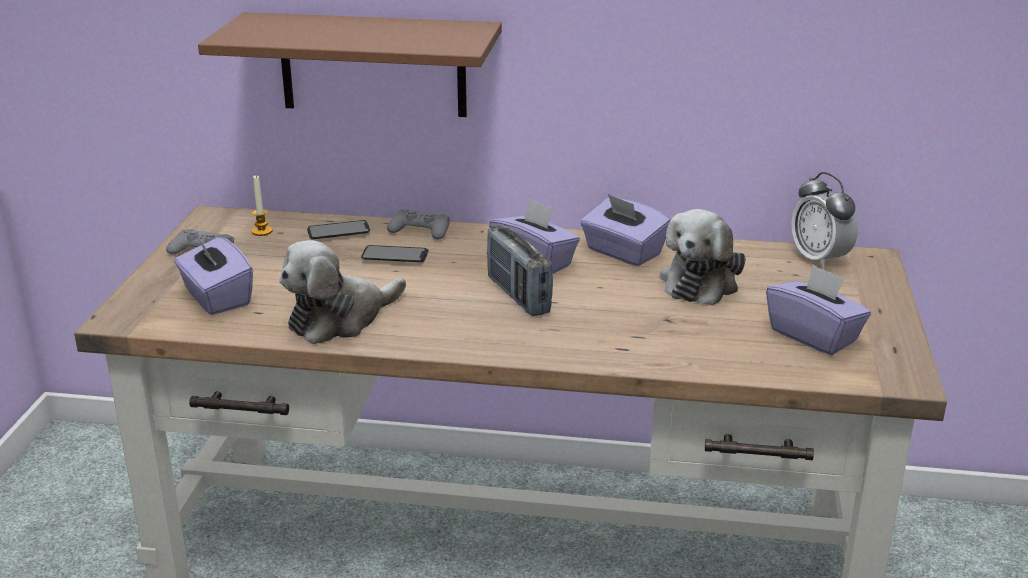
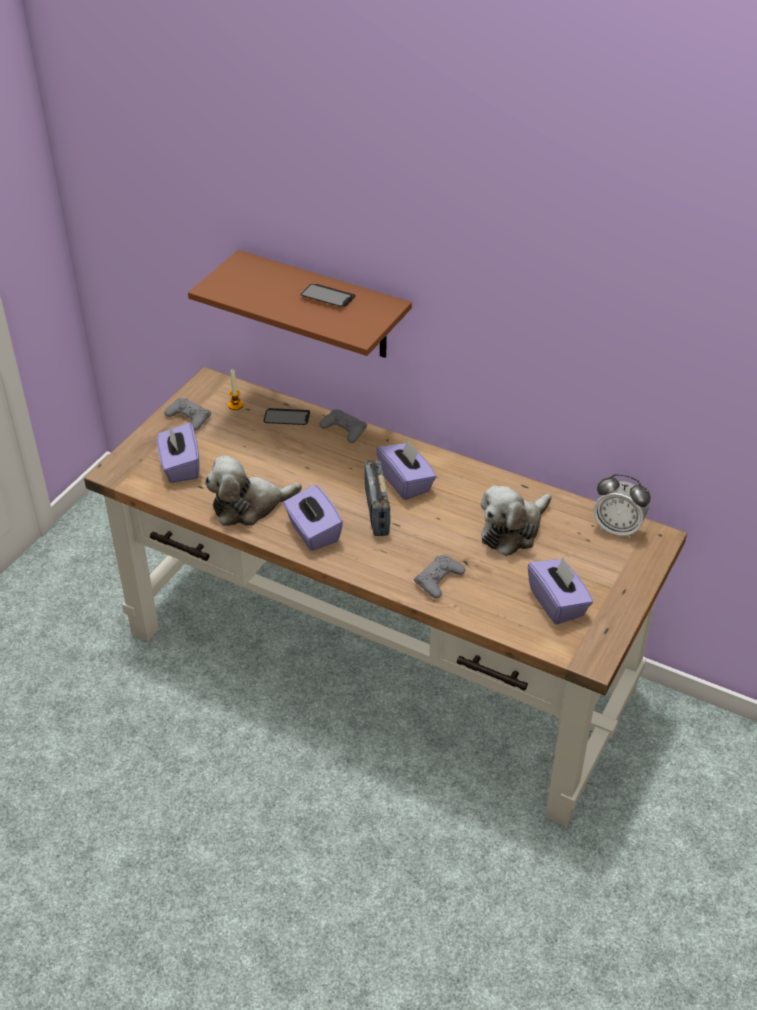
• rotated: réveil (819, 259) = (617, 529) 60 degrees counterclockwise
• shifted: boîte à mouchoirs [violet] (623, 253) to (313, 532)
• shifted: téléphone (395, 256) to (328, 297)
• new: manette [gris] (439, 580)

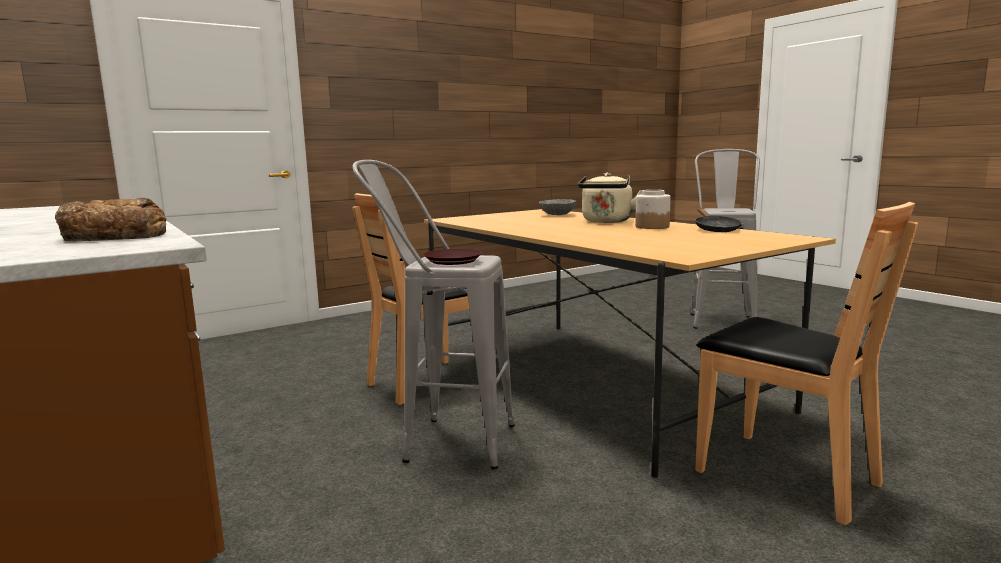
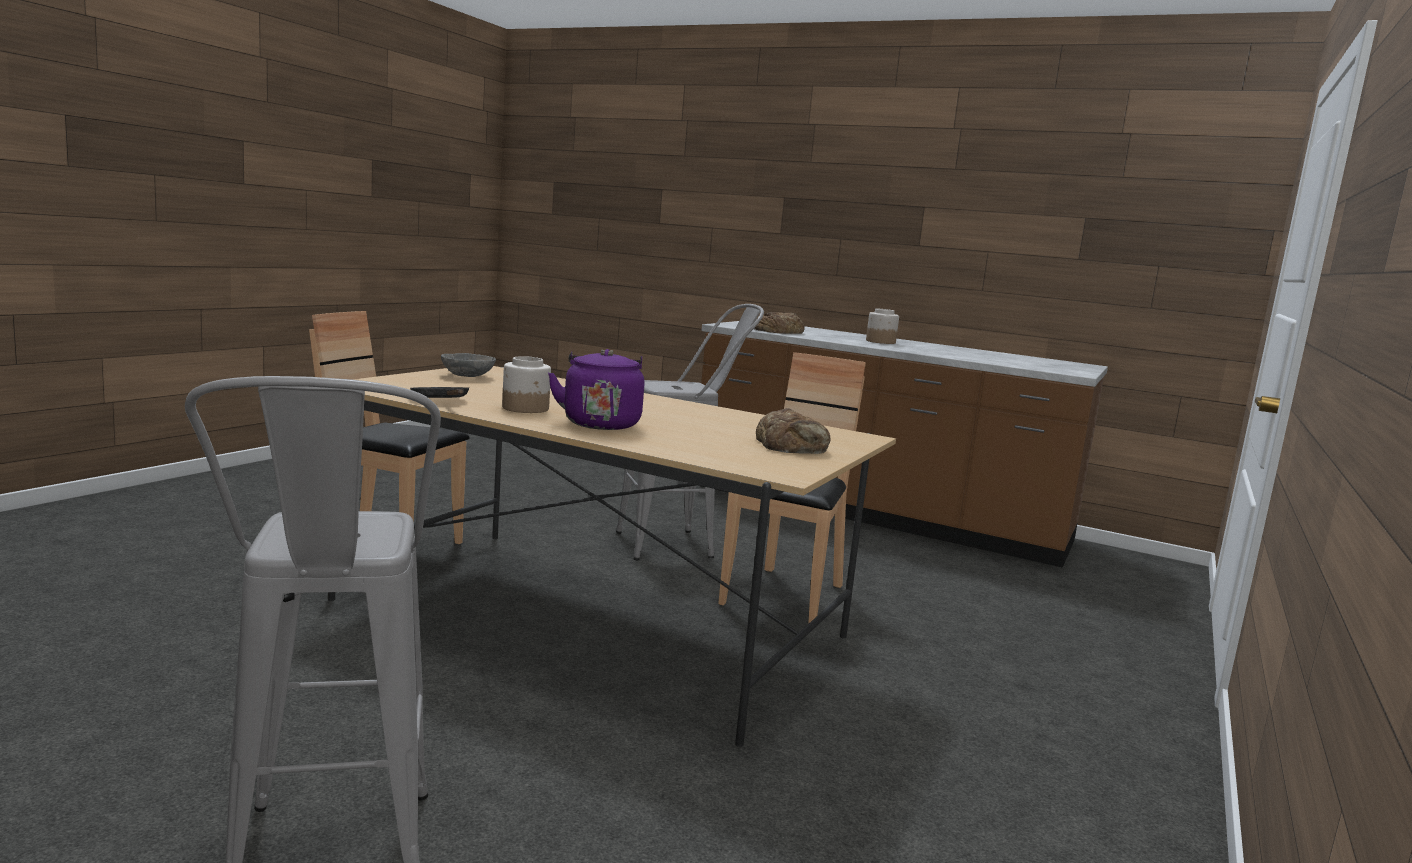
• repainted: bouilloire [beige] (606, 221) to bouilloire [violet] (600, 423)
• shifted: bol [gris] (557, 215) to (468, 376)
• gone: assiette [marron] (453, 261)
• new: bocal (880, 342)
• new: pain (792, 445)

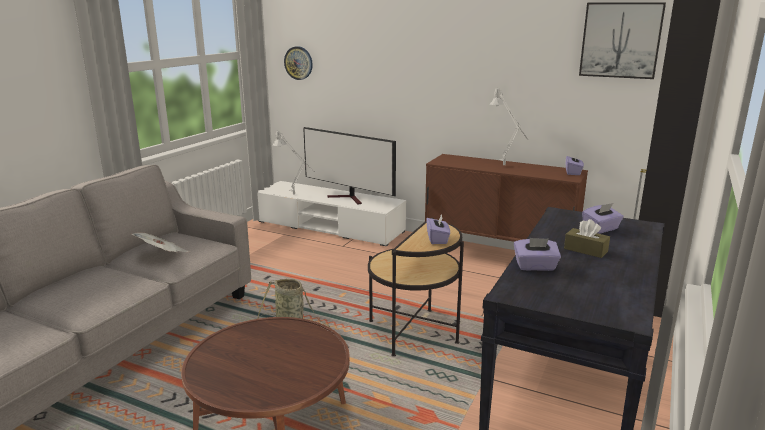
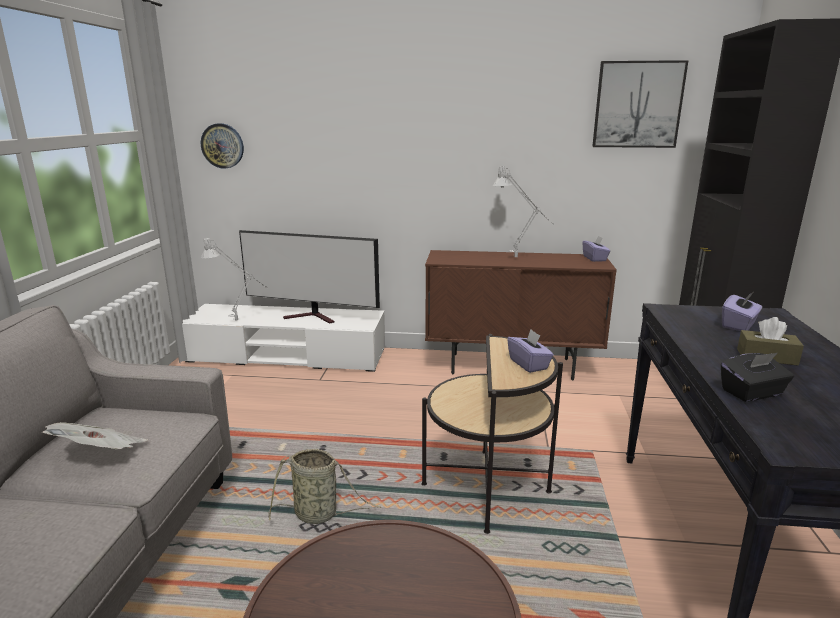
• repainted: boîte à mouchoirs [violet] (535, 266) to boîte à mouchoirs [noir] (752, 393)

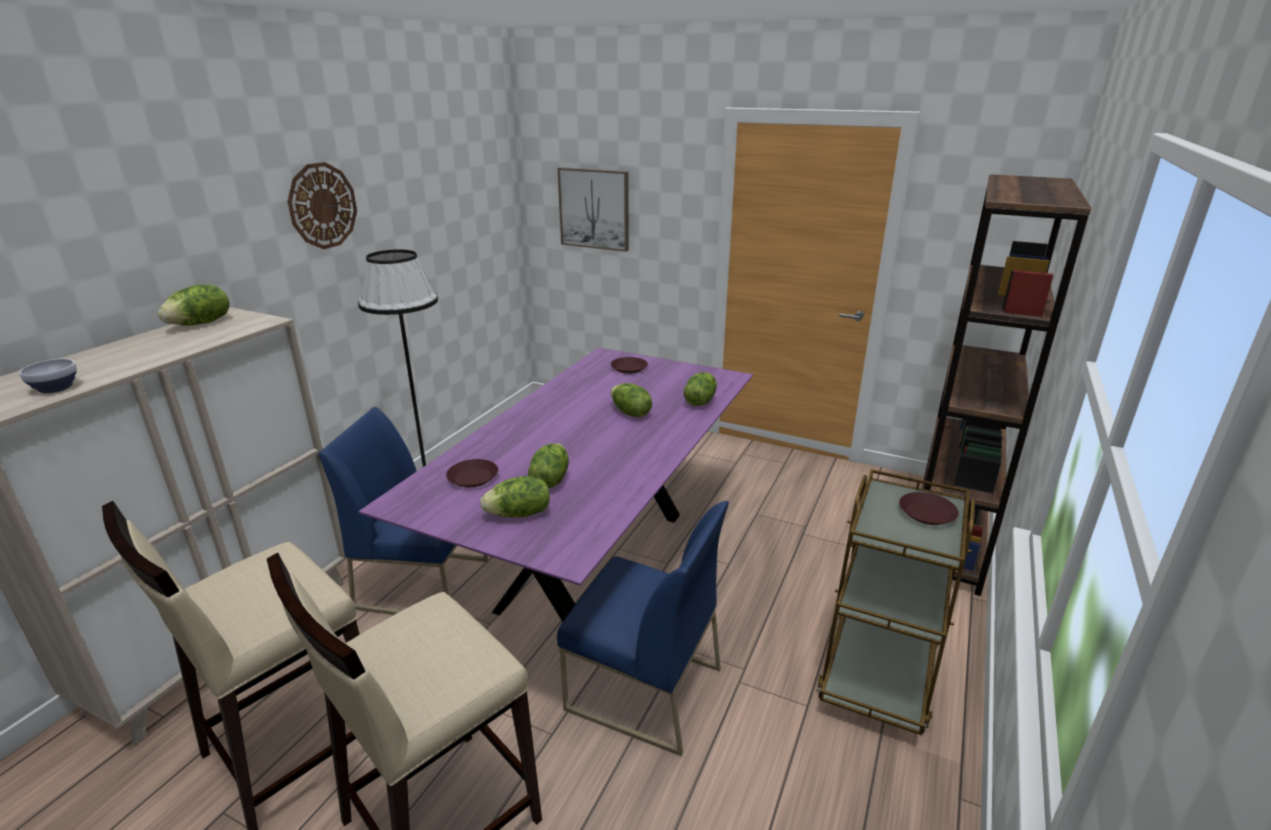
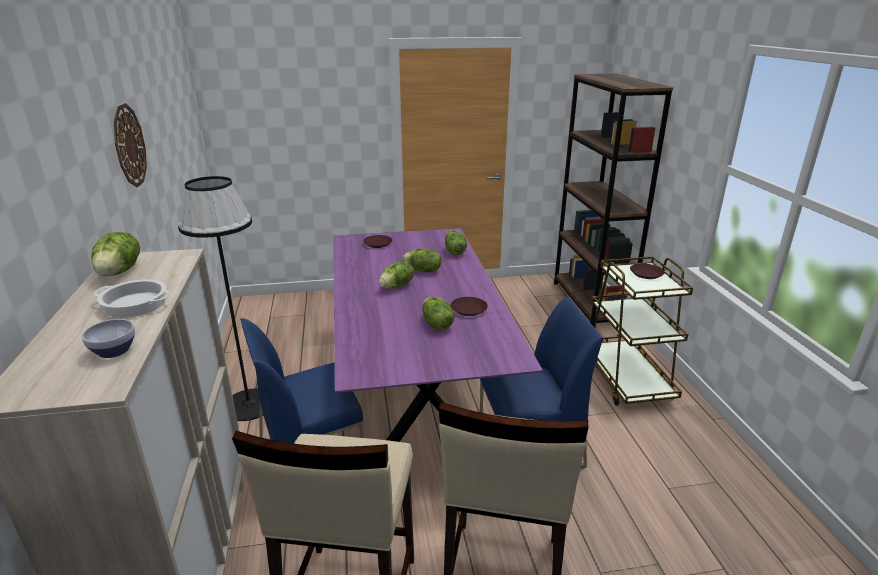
• gone: tableau (594, 209)
• shifted: assiette [marron] (473, 478) to (469, 309)
• shifted: laitue (519, 514) to (397, 286)
• new: marmite (136, 304)

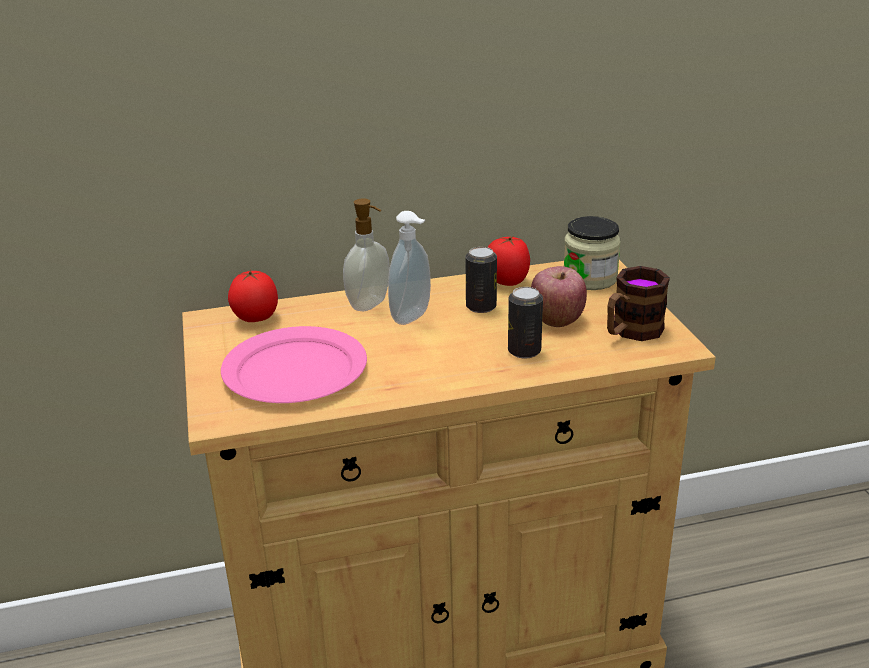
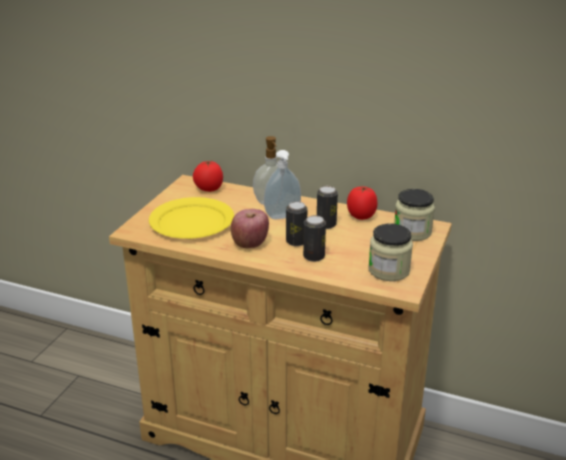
• shifted: pomme (557, 319) to (250, 243)
• swapped: mug (631, 332) to bocal (389, 270)
• repainted: assiette [rose] (295, 370) to assiette [jaune] (192, 222)
• new: boîte métallique (296, 241)

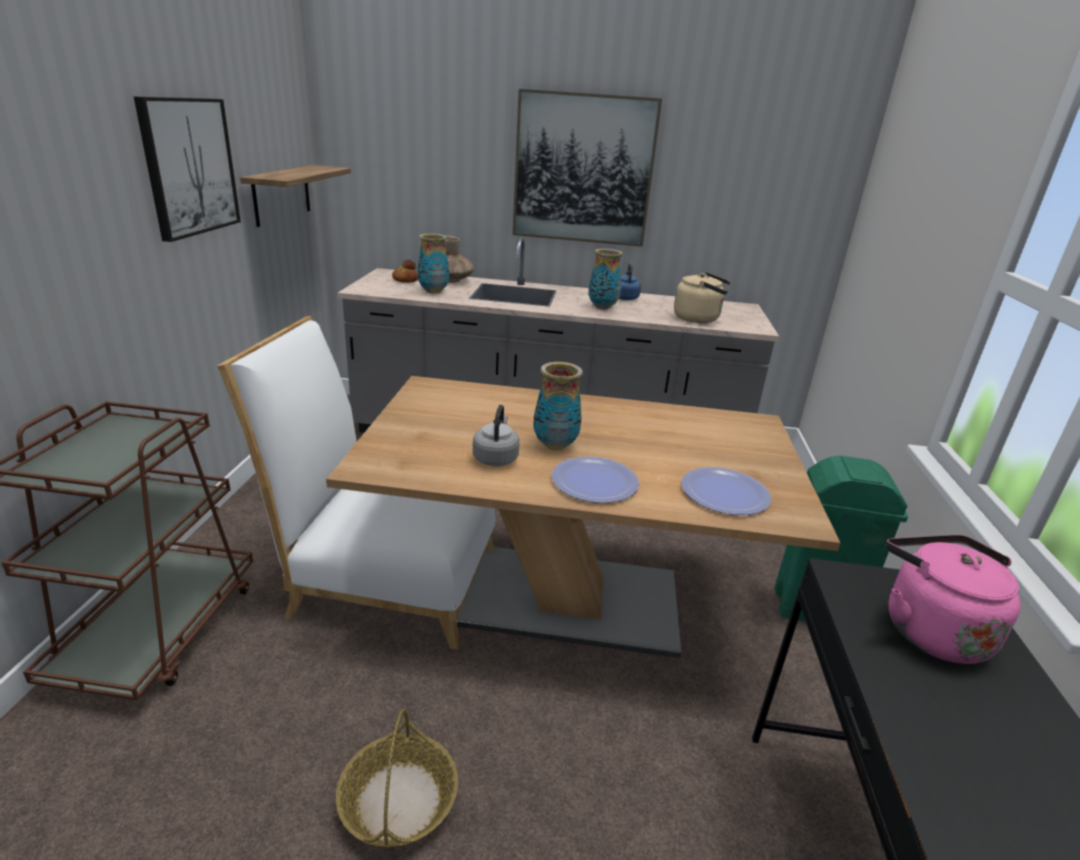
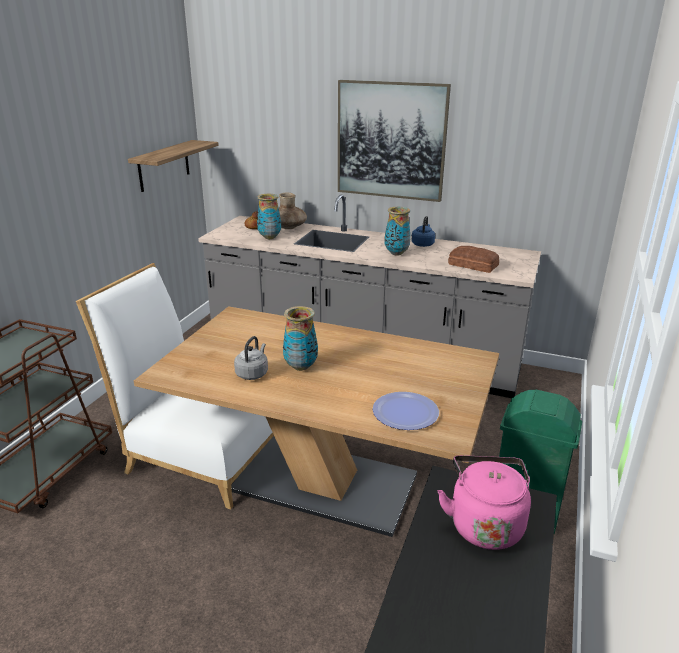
• gone: tableau (189, 167)
• swapped: bouilloire [beige] (699, 319) to pain (473, 265)
• gone: assiette (594, 481)
• gone: panier (398, 800)

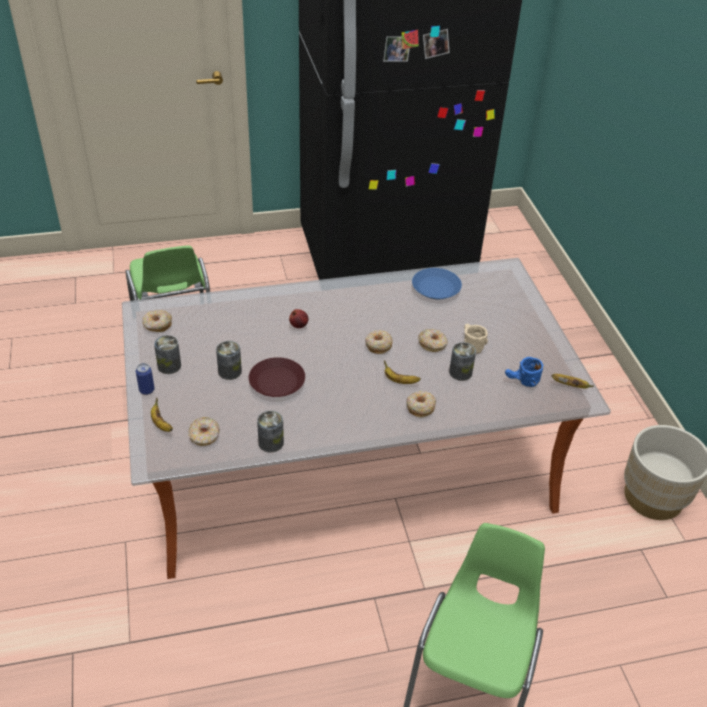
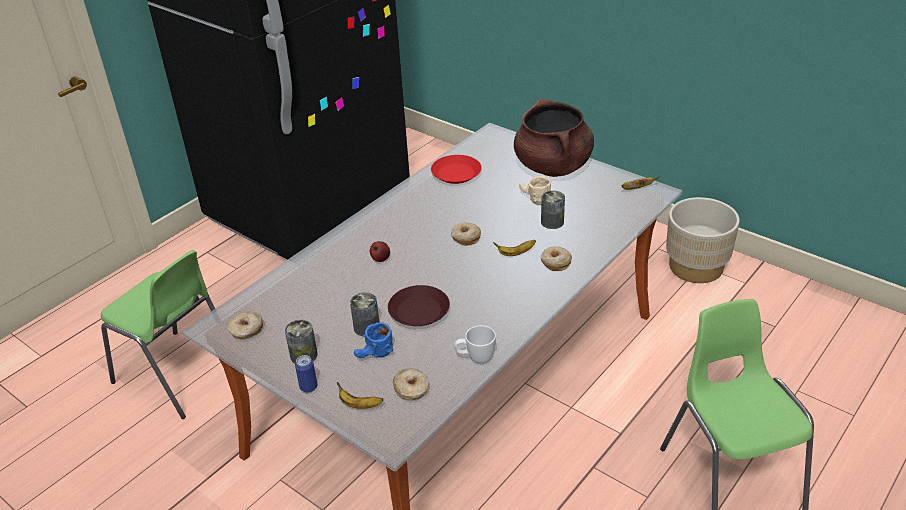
• repainted: assiette [bleu] (435, 288) to assiette [rouge] (455, 173)
• gone: beignet (432, 344)
• shifted: mug [bleu] (521, 382) to (375, 355)
• swapped: boîte métallique (271, 442) to mug [blanc] (475, 358)
• new: marmite [marron] (553, 166)

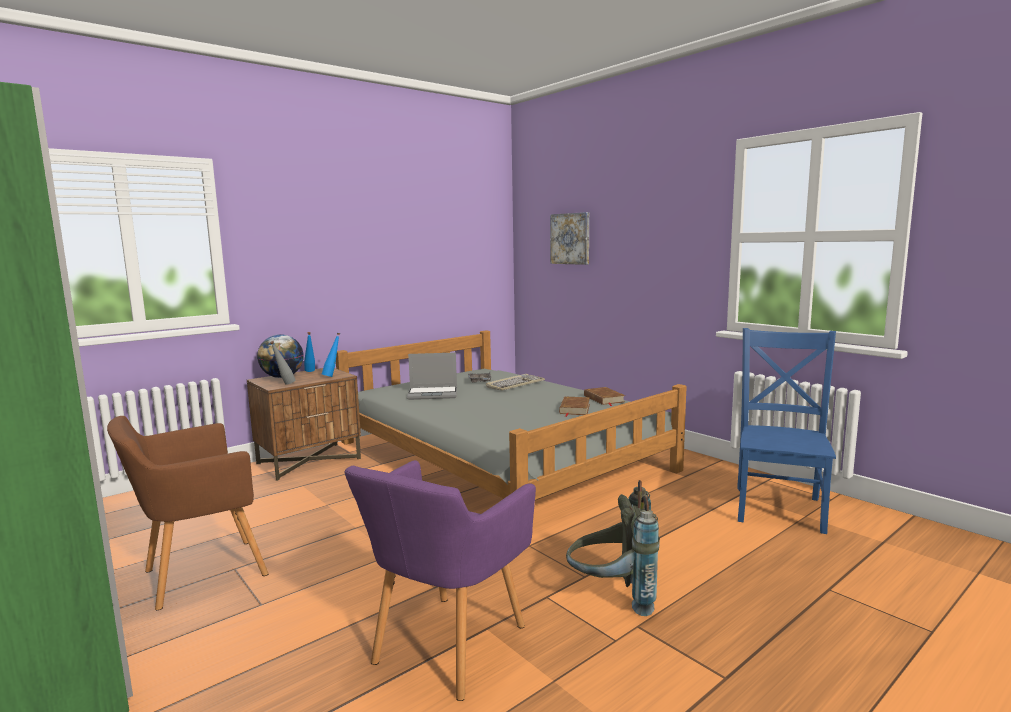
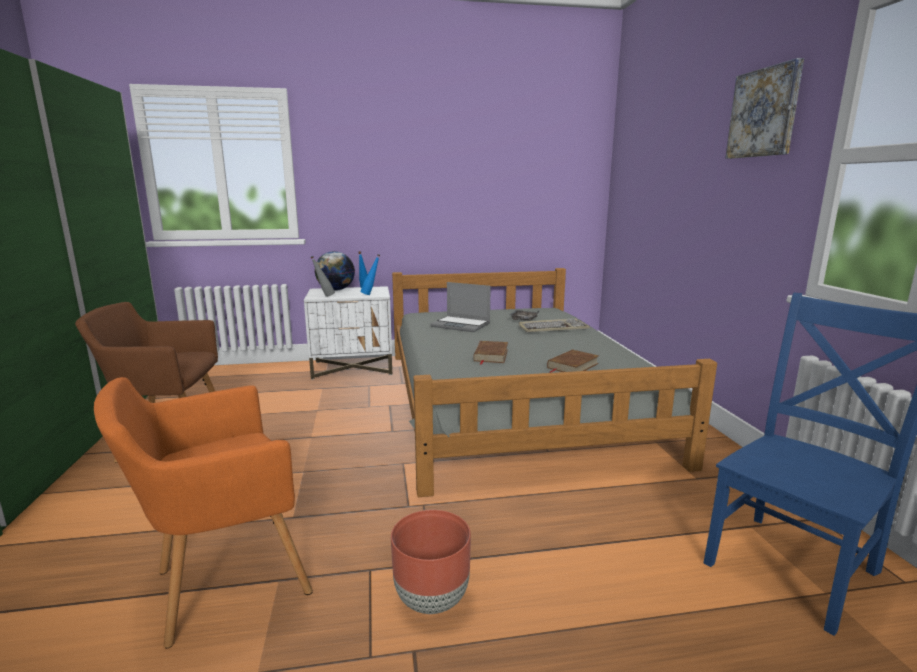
• shifted: tableau (570, 238) to (764, 113)
• repainted: table de chevet [marron] (309, 461) to table de chevet [blanc] (353, 368)
• shifted: livre [marron] (603, 399) to (490, 355)
• repainted: fauteuil [violet] (445, 648) to fauteuil [orange] (224, 583)
• swapped: sac à dos [gris] (612, 597) to cache-pot [marron] (432, 600)

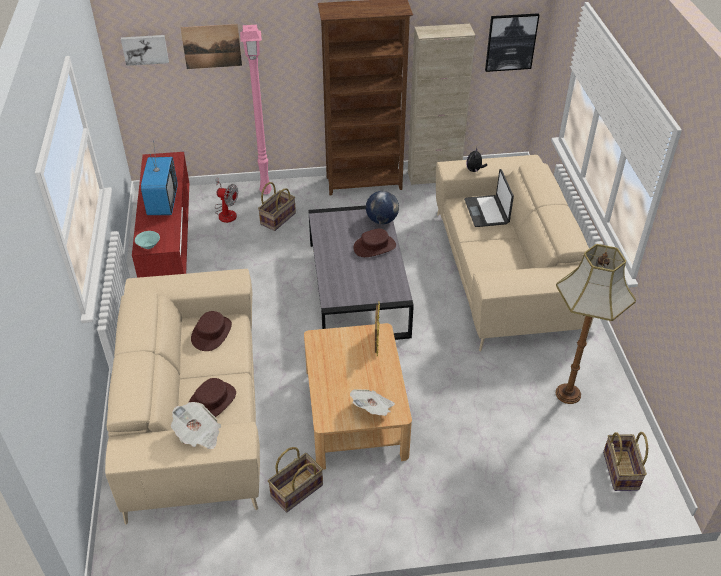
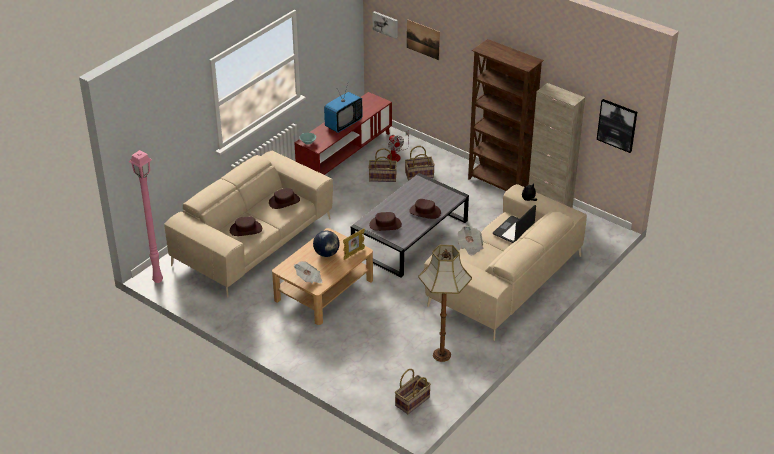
• shifted: lampadaire [rose] (265, 191) to (158, 279)
• shifted: globe (382, 220) to (326, 253)
• shifted: journal (198, 434) to (470, 246)
• shifted: panier (297, 491) to (382, 178)
• new: chapeau [marron] (385, 225)

